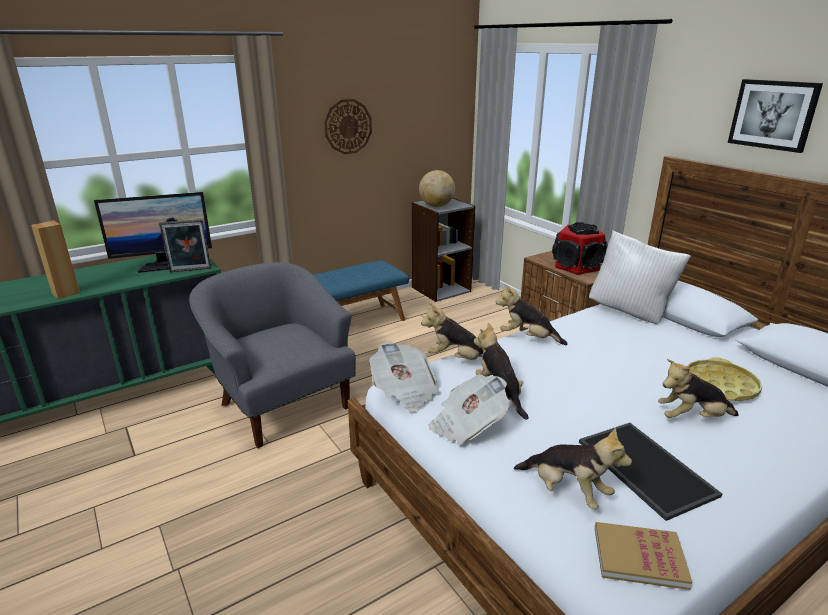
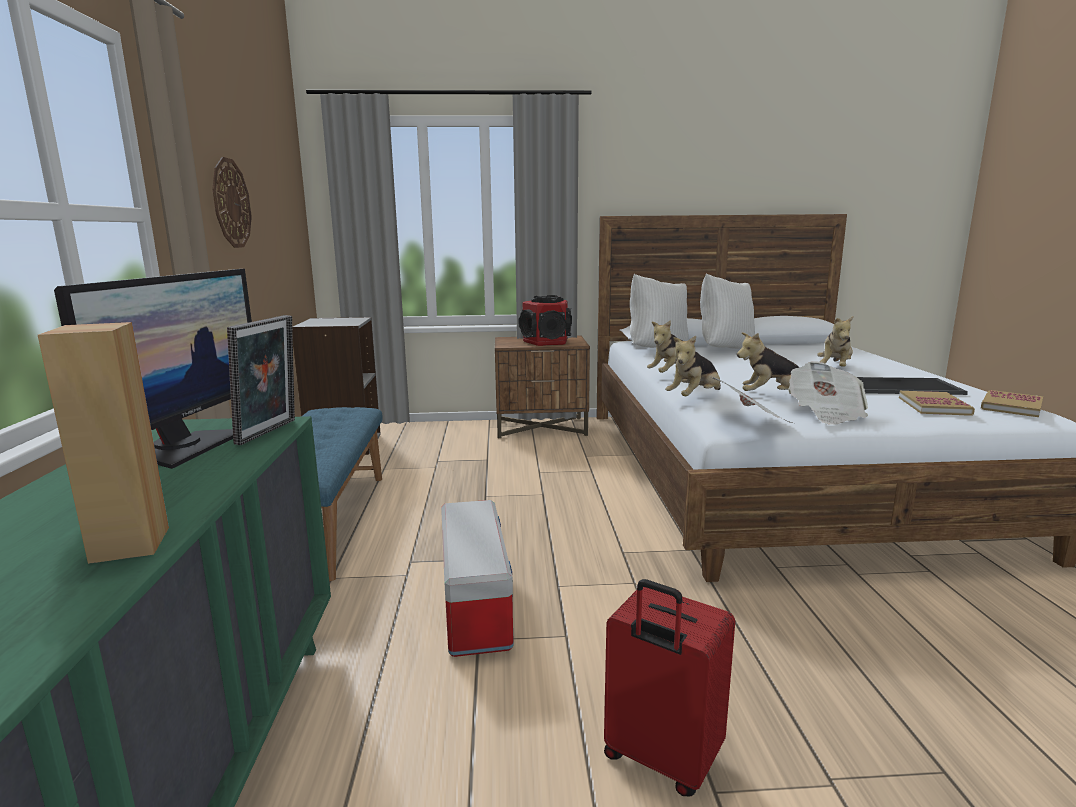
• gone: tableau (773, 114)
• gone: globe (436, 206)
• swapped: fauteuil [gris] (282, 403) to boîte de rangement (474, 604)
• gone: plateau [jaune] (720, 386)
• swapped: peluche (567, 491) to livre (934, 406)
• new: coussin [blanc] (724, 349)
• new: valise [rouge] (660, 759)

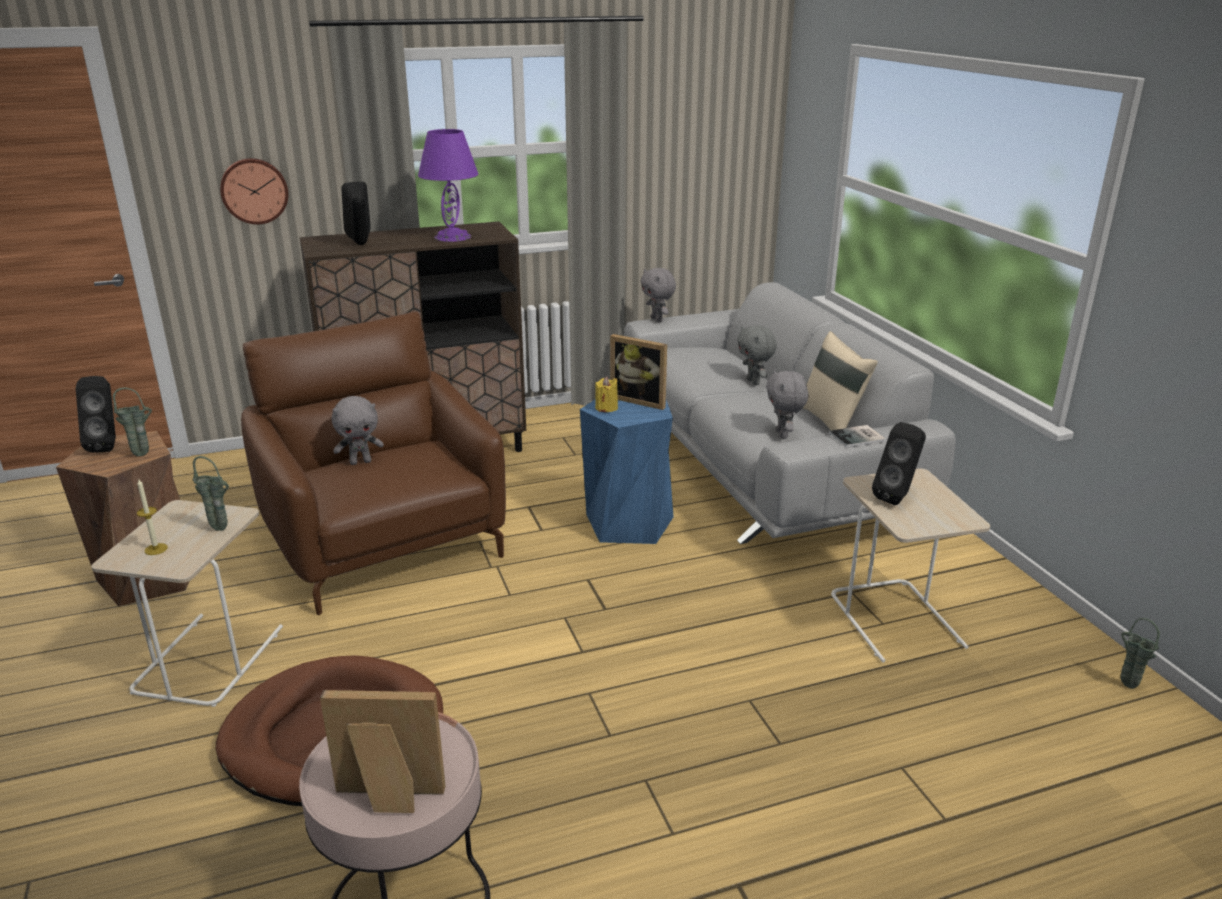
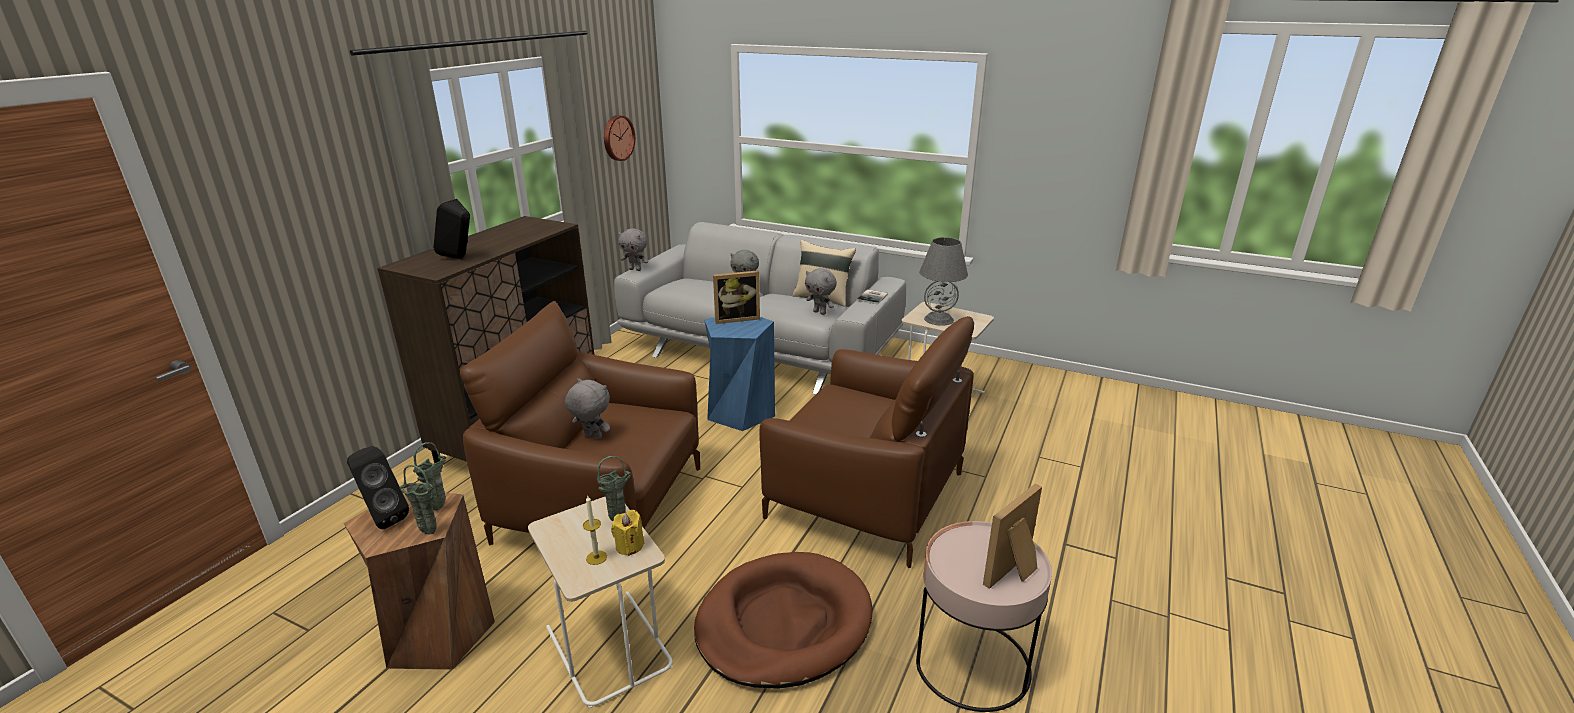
• gone: lampe de table [violet] (453, 237)
• shifted: horloge murale (254, 190) to (617, 138)
• shifted: bougie [jaune] (606, 408) to (629, 546)
• rotated: peluche [gris] (360, 462) = (592, 437) 90 degrees counterclockwise
• swapped: enceinte [noir] (897, 497) to lampe de table [gris] (939, 319)
• shifted: vase [vert] (1125, 685) to (427, 533)
• new: fauteuil [marron] (865, 495)

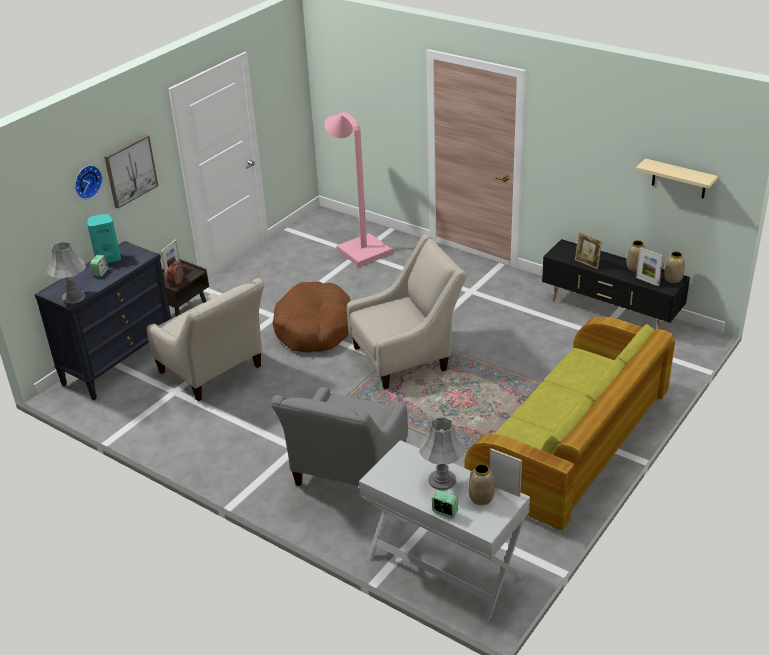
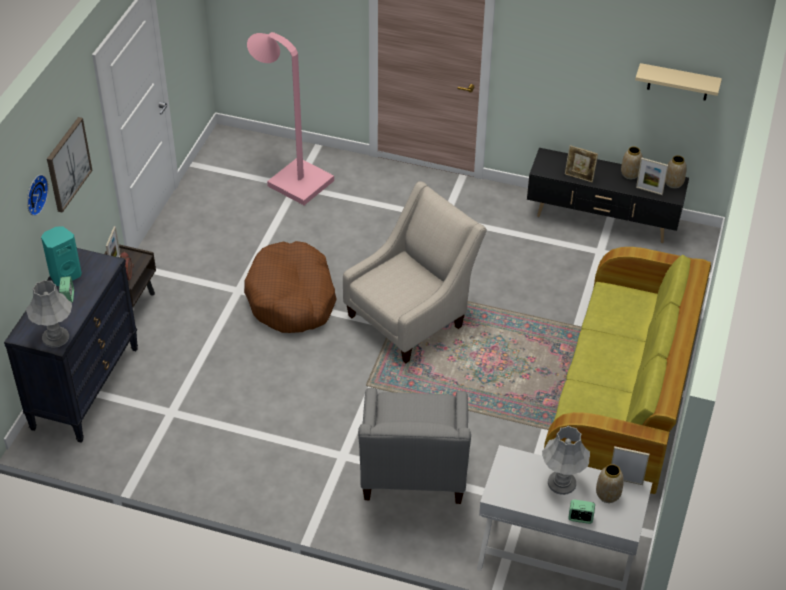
• gone: fauteuil [beige] (214, 372)

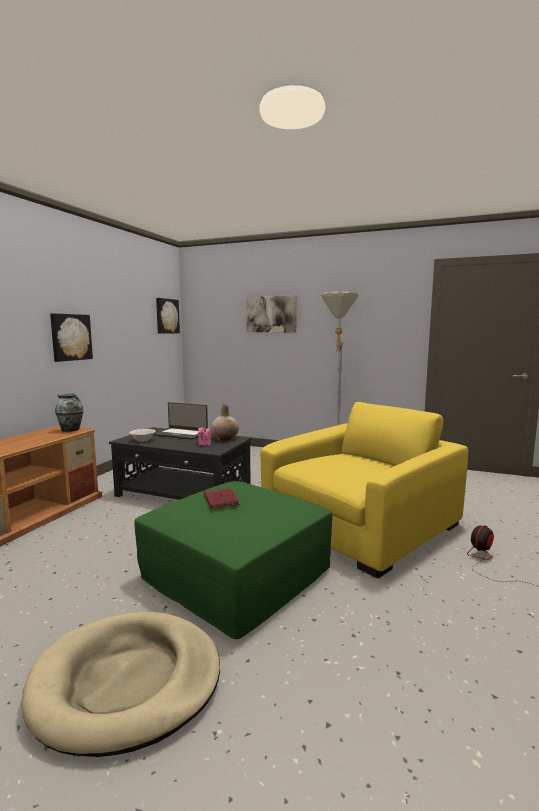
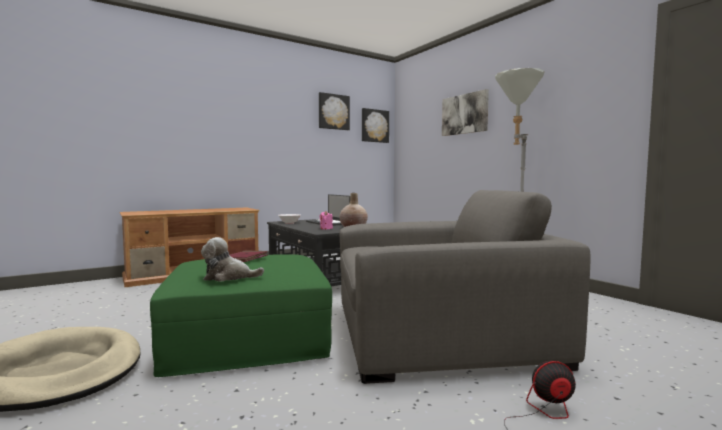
• shifted: tableau (70, 337) to (333, 112)
• gone: vase (71, 430)
• repainted: fauteuil [jaune] (360, 523) to fauteuil [gris] (438, 335)
• new: peluche (228, 277)

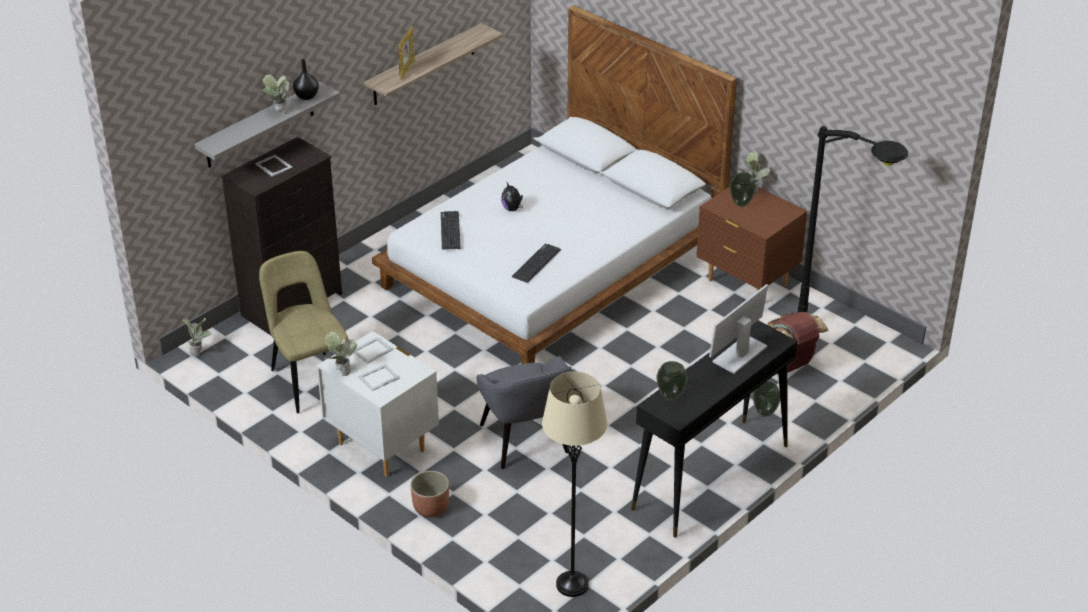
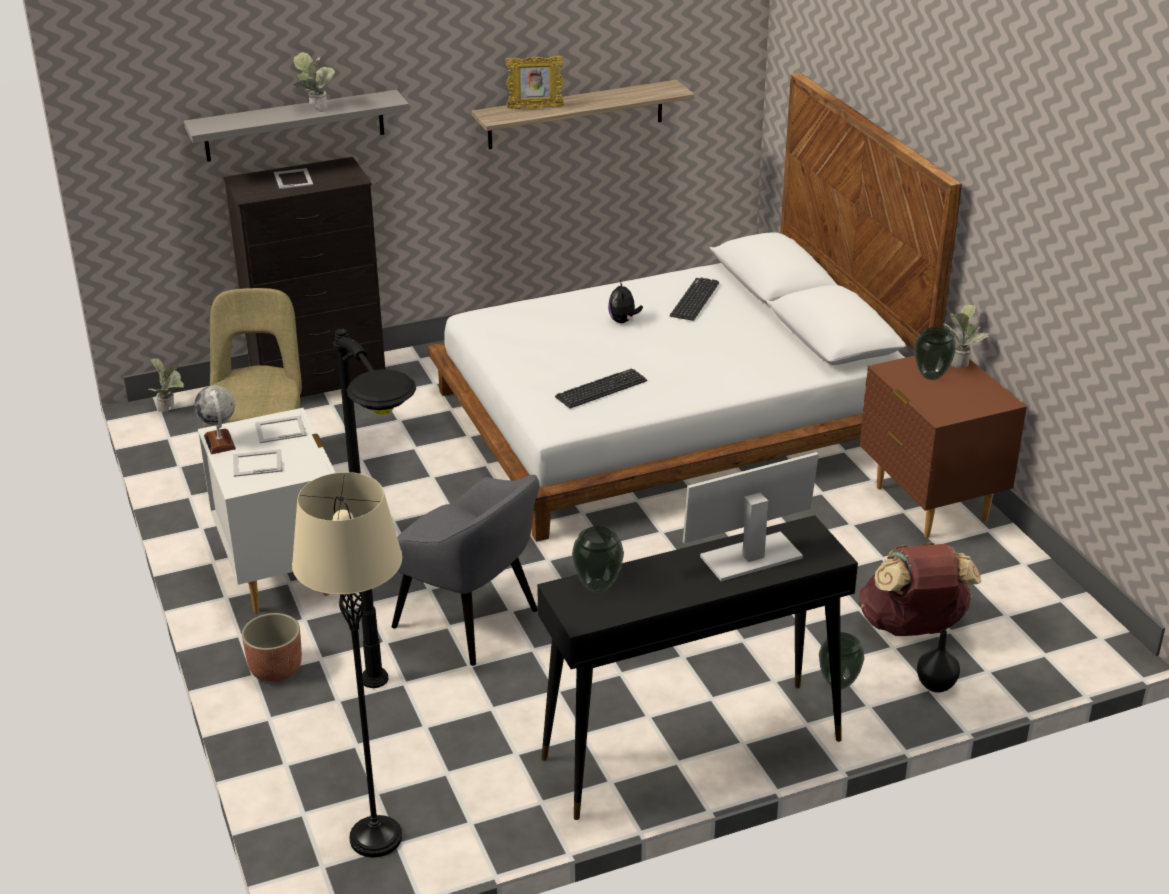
• rotated: cadre photo (406, 70) = (535, 108) 45 degrees clockwise
• shifted: vase [noir] (306, 96) to (935, 685)
• shifted: lampadaire [noir] (842, 348) to (400, 734)
• shifted: clavier (450, 231) to (694, 300)
• swapped: plante en pot (340, 370) to globe (220, 442)
• rotated: fauteuil [gris] (524, 440) = (468, 620) 60 degrees counterclockwise

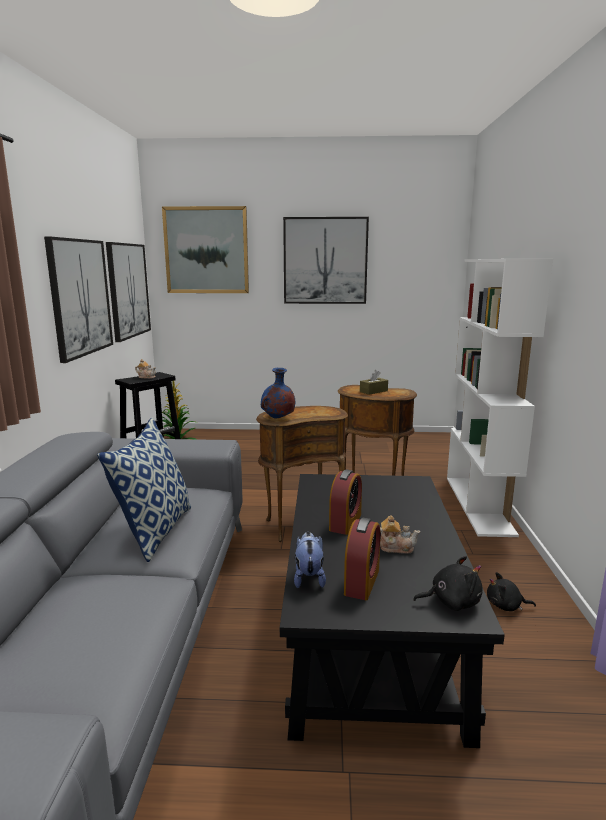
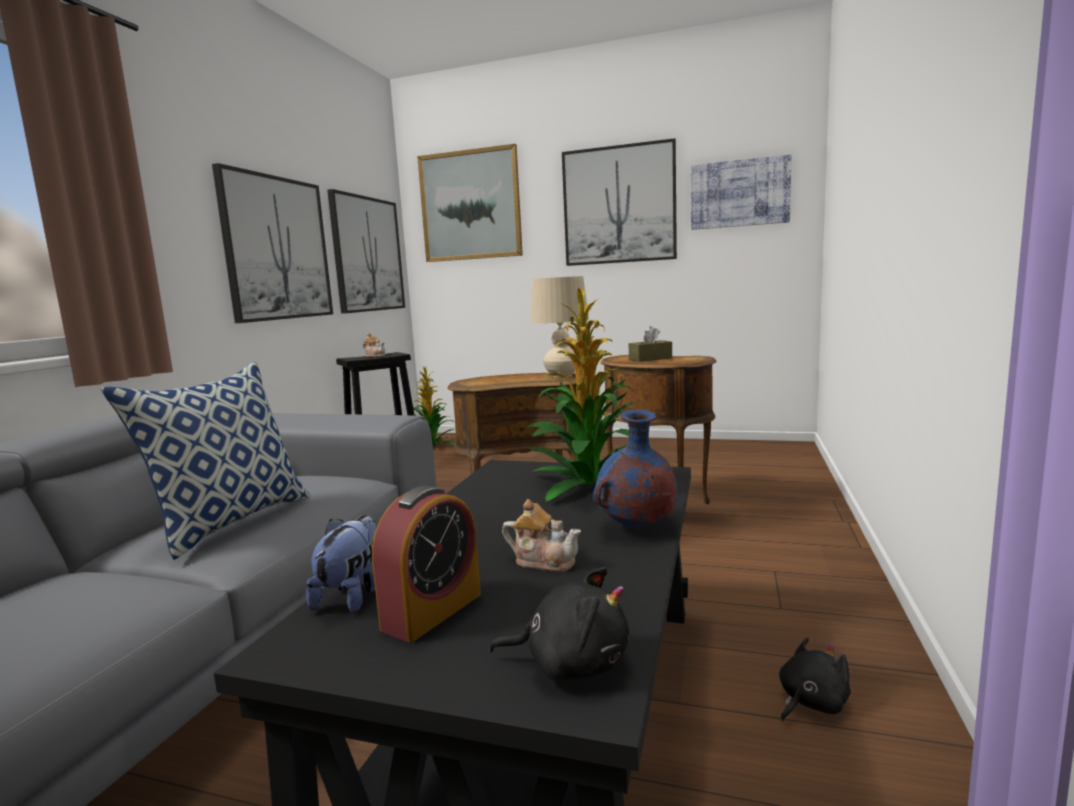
• gone: bibliothèque [blanc] (479, 505)
• shifted: vase [bleu] (277, 418) to (635, 527)
• gone: réveil (345, 522)
• rotated: peluche [noir] (506, 606) = (810, 703) 120 degrees clockwise
• new: tableau (739, 193)
• new: lampe de table [beige] (562, 376)
• new: plante en pot (590, 486)

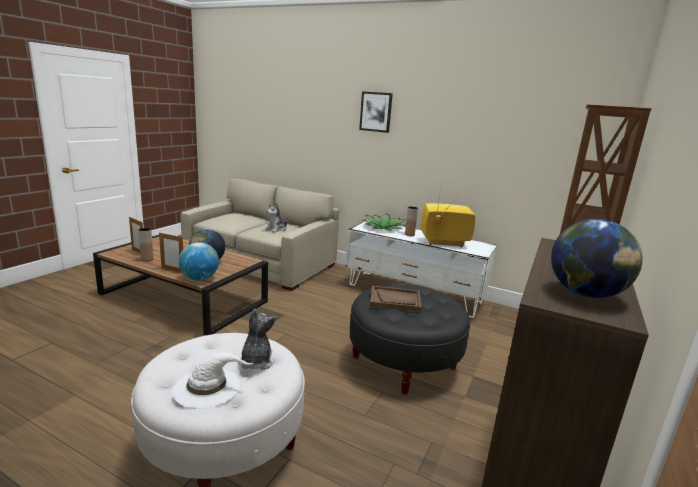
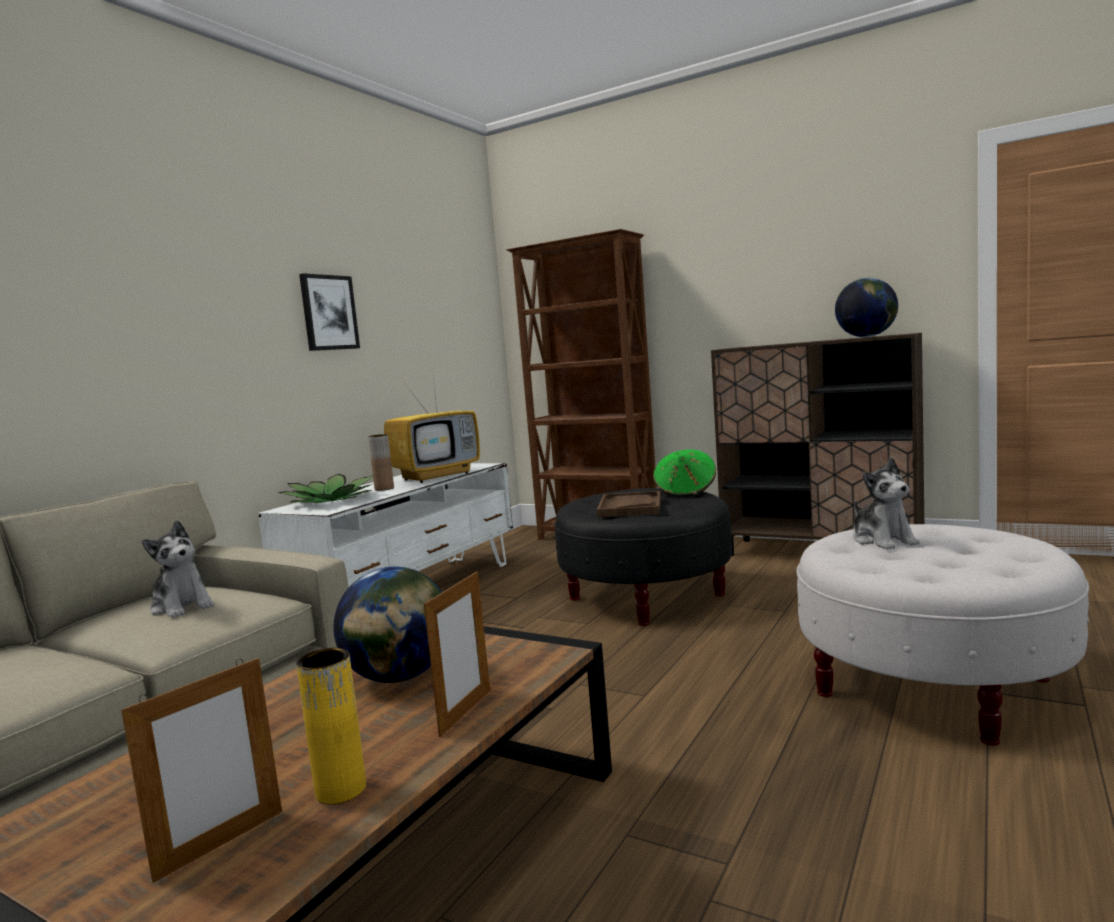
• shifted: tableau (376, 112) to (329, 312)
• rotated: téléviseur (443, 243) = (437, 476) 135 degrees counterclockwise
• repainted: vase [marron] (147, 260) to vase [jaune] (341, 790)
• gone: globe (199, 278)
• rotated: peluche (256, 361) = (883, 540) 105 degrees counterclockwise
• gone: chapeau [blanc] (208, 387)
• new: chapeau [vert] (685, 492)

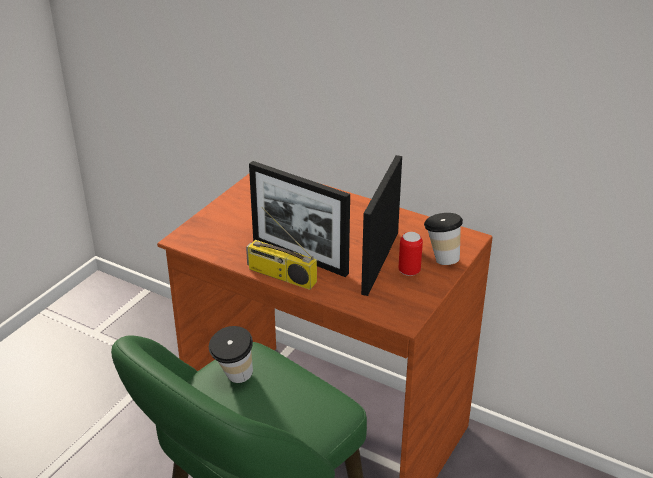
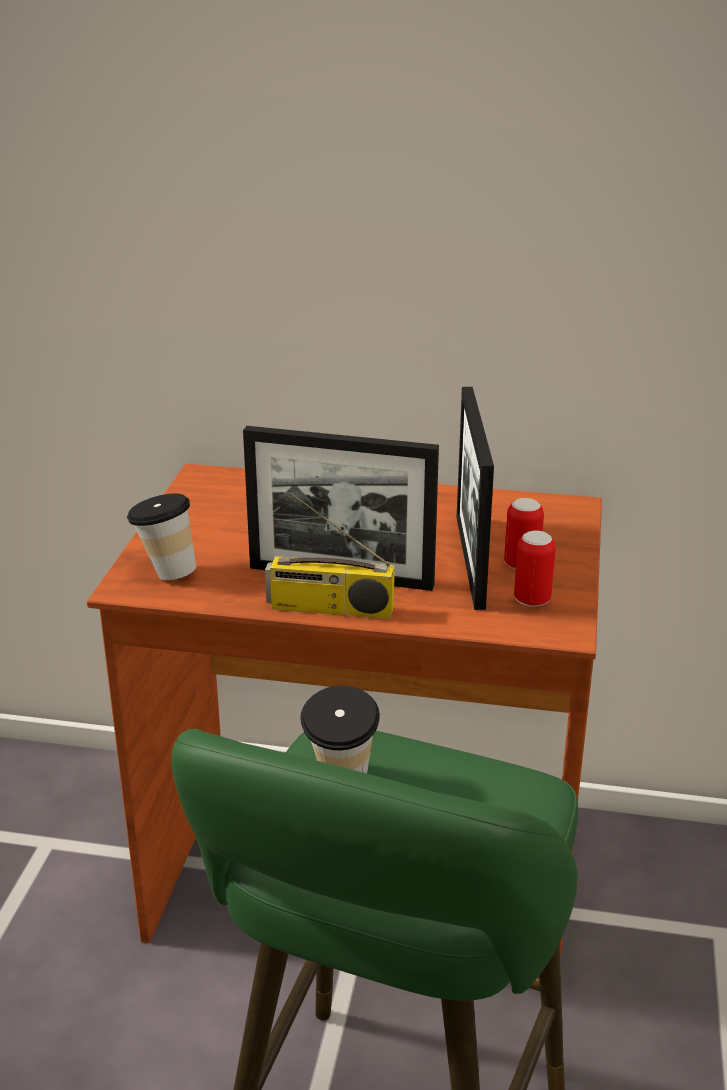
• shifted: tasse (441, 258) to (166, 572)
• new: boîte métallique (532, 600)

